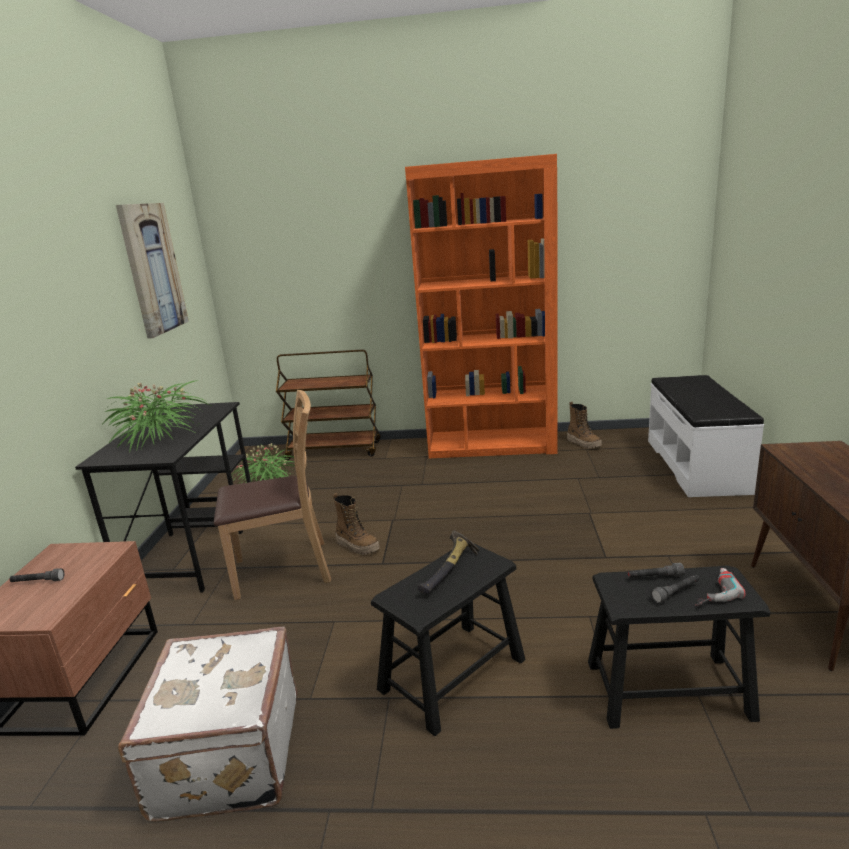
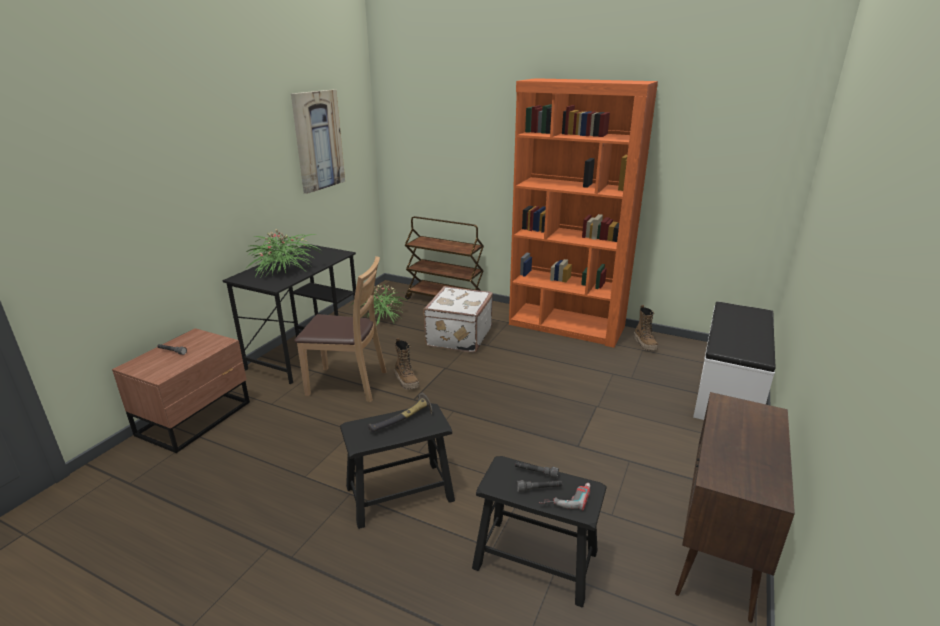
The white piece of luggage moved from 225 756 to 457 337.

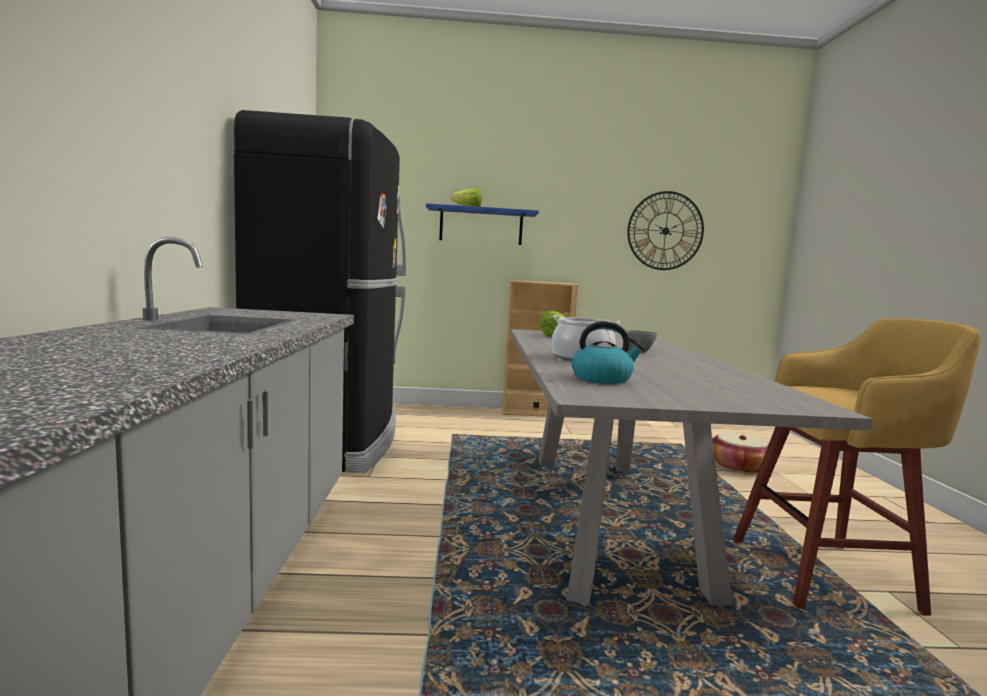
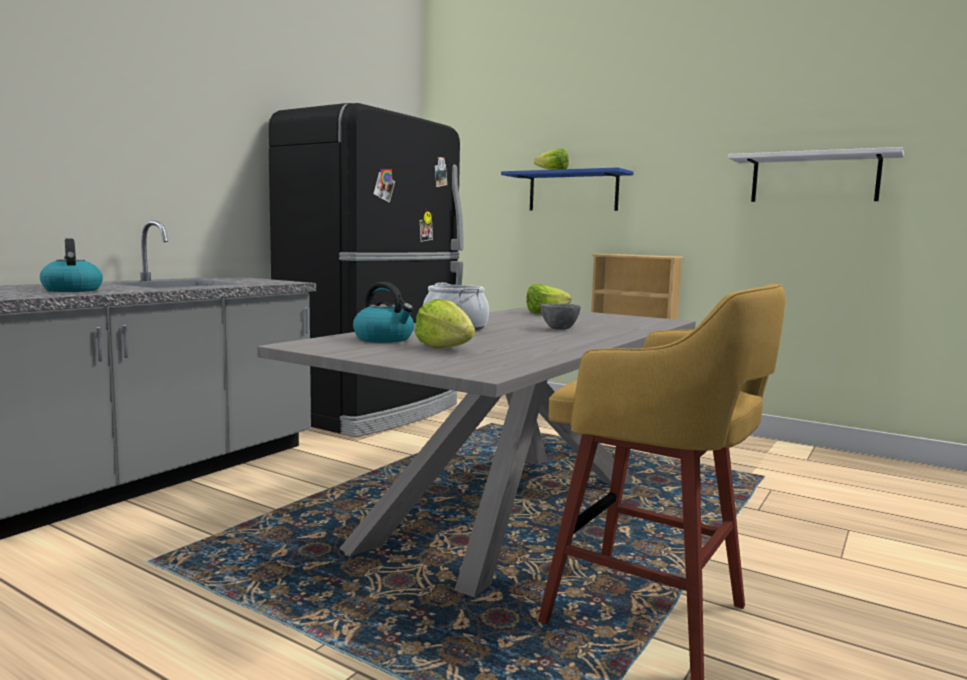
The water kettle at 72 290 appeared.
The head of lettuce at 445 348 appeared.
The hanging clock at 665 231 was replaced by the white wall shelf at 814 178.
The storage basket at 738 466 disappeared.

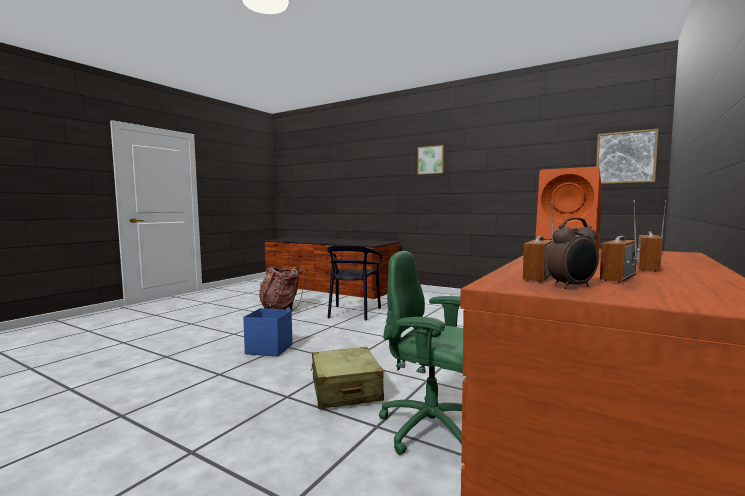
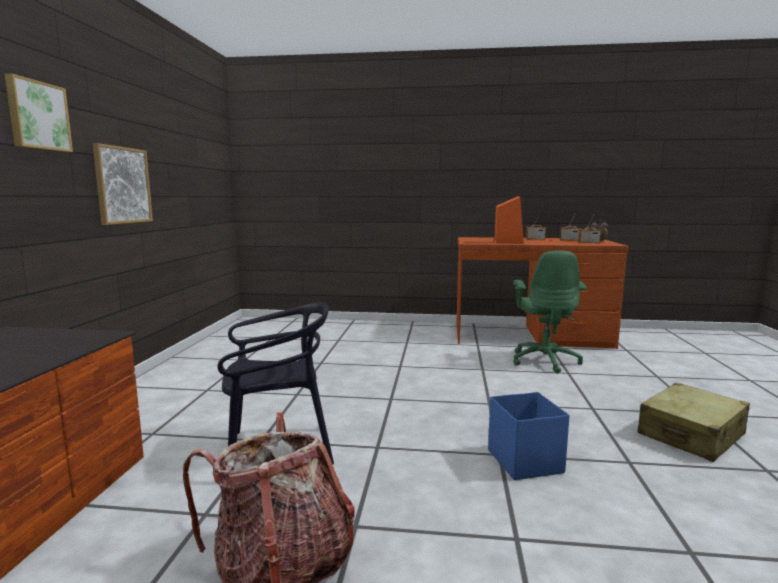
The picture moved from 625 157 to 122 185.
The beige-coloured piece of luggage moved from 345 390 to 691 435.

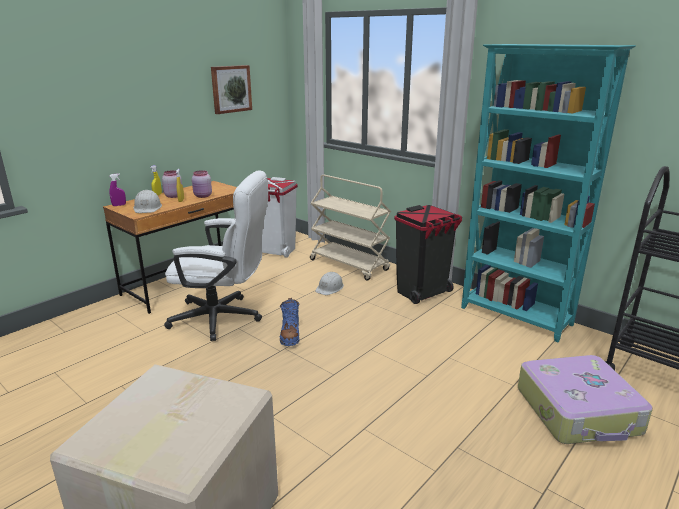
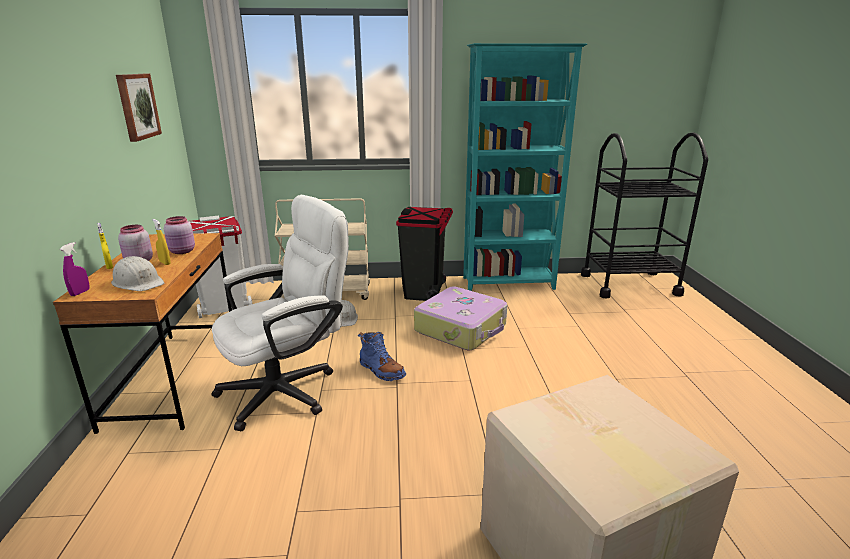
The piece of luggage moved from 578 411 to 461 328.

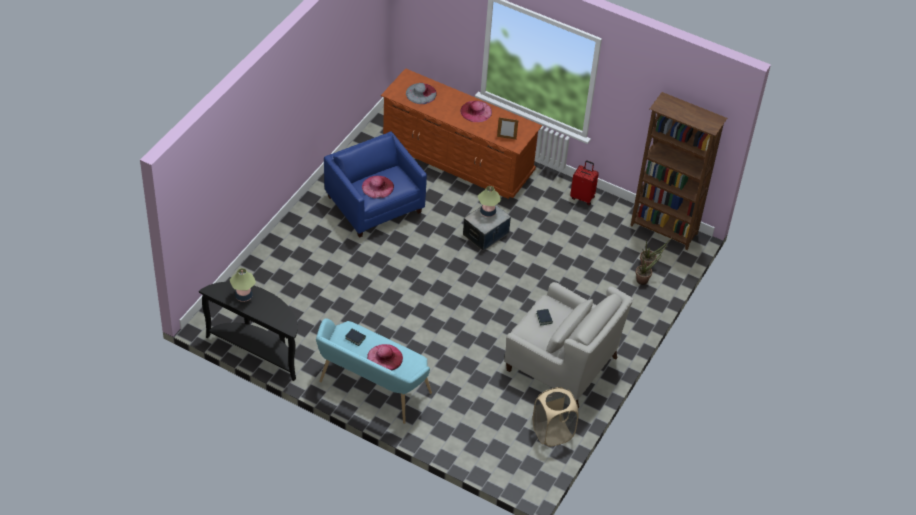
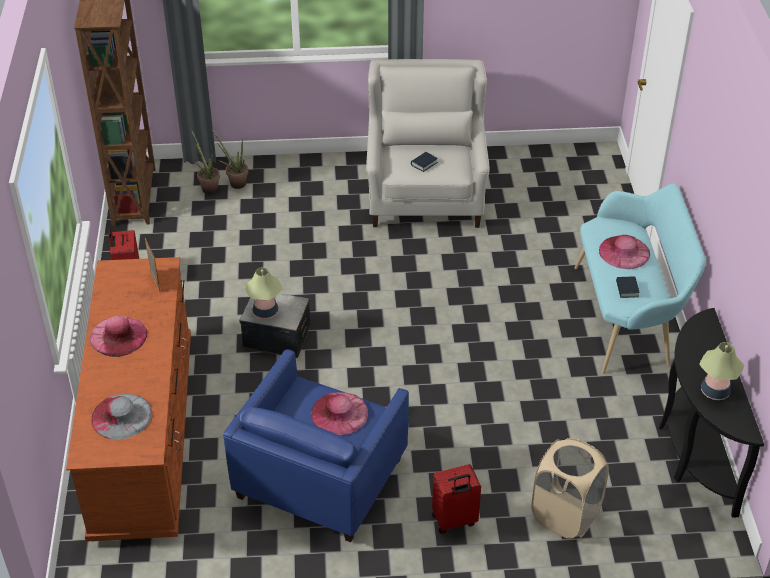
The reddish piece of luggage at 454 521 appeared.
The beige-coloured washing basket moved from 552 433 to 565 515.

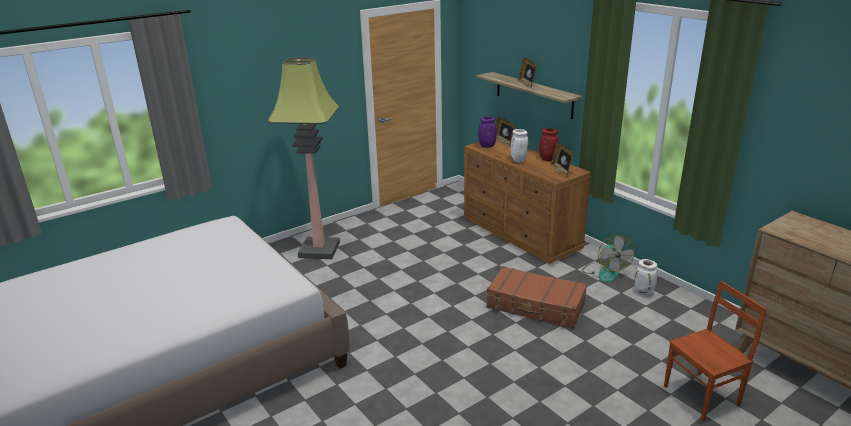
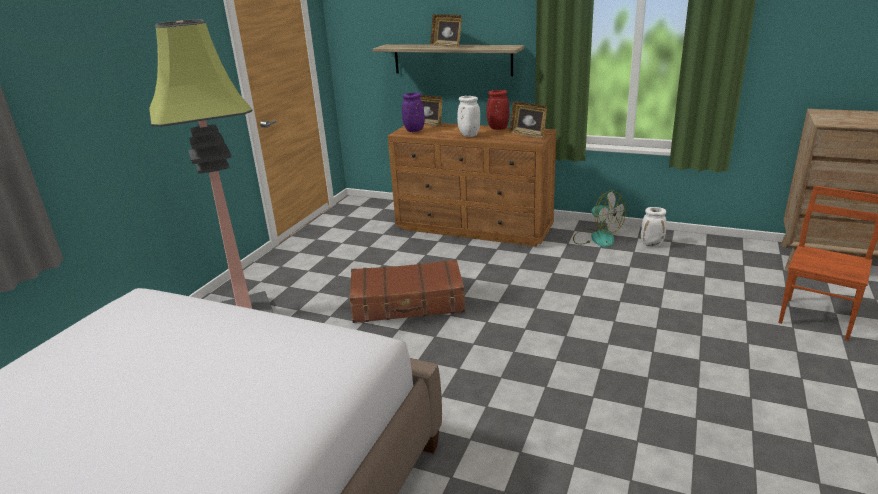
The brown piece of luggage moved from 535 306 to 408 303.

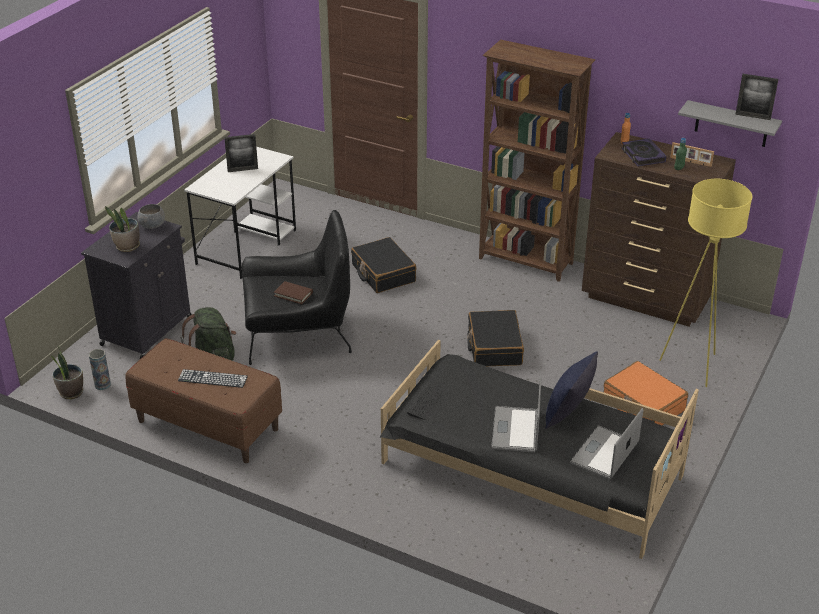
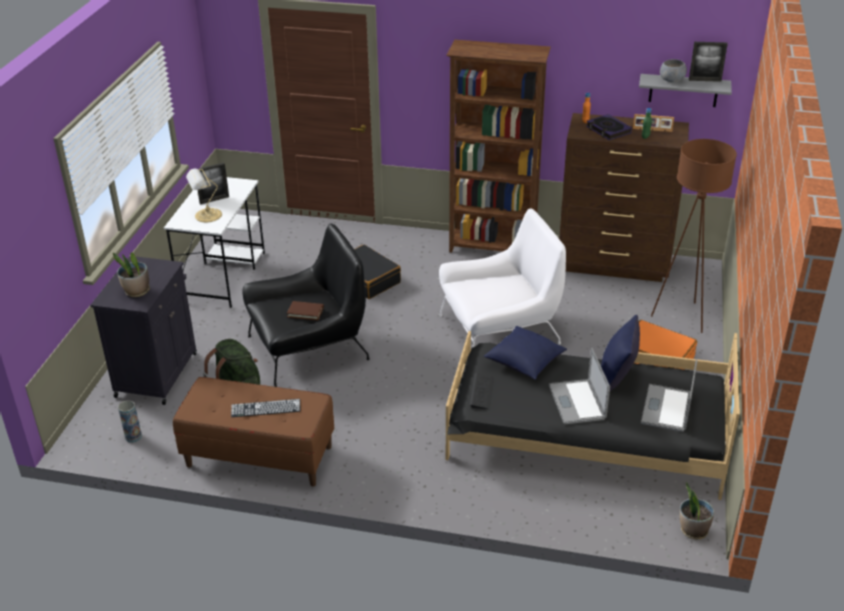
The table lamp at 207 215 appeared.
The blackish piece of luggage at 494 347 was replaced by the white lounge chair at 500 330.
The bluish throw pillow at 524 363 appeared.
The yellowish floor lamp at 692 366 became the brown floor lamp at 681 317.
The gray deep dish moved from 152 225 to 671 80.
The plant in a pot moved from 71 392 to 693 530.

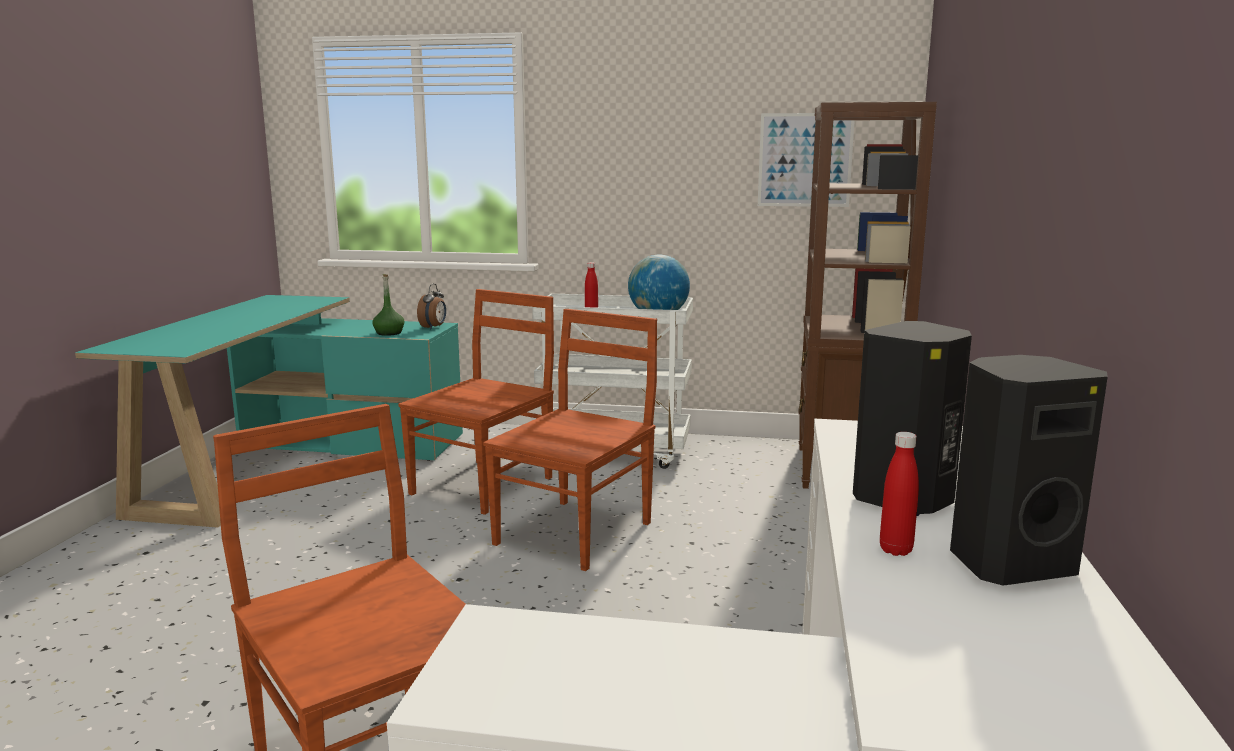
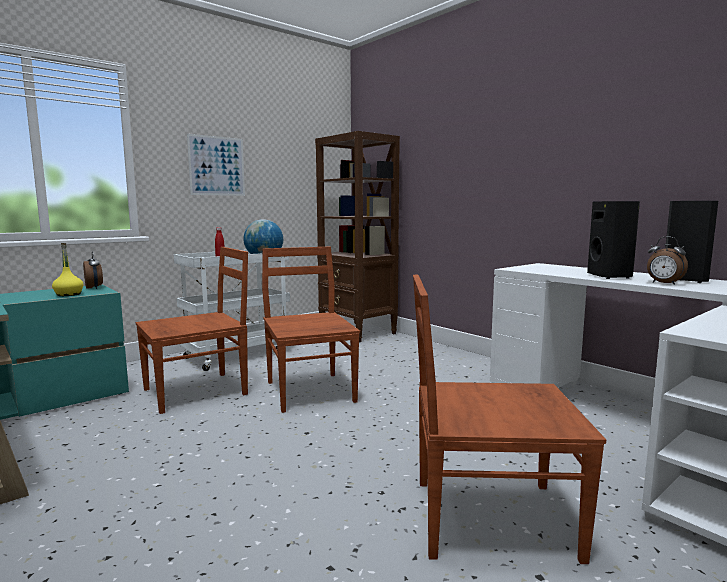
The greenish bottle at 389 333 became the yellowish bottle at 68 294.
The brown chair at 485 484 turned 75 degrees clockwise.
The picture moved from 805 160 to 217 166.
The reddish bottle at 895 550 was replaced by the bedside clock at 663 283.

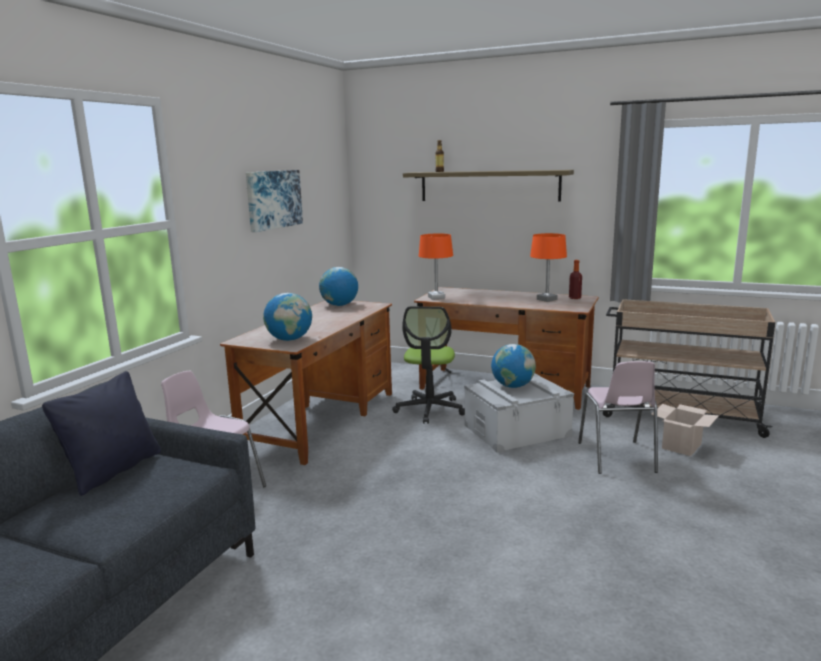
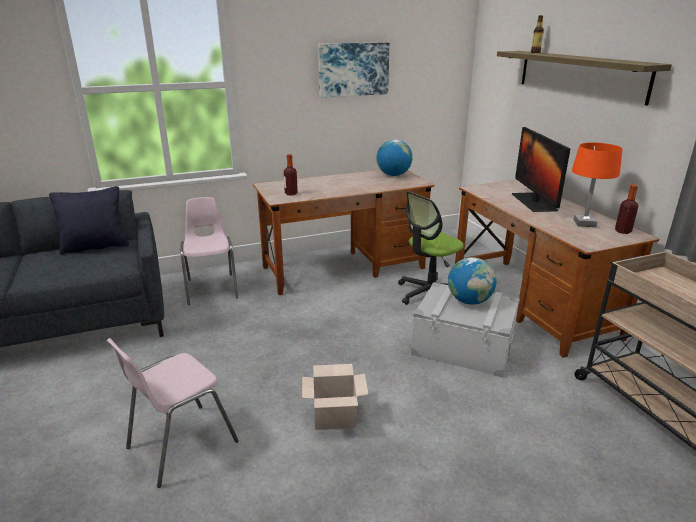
The pink chair moved from 616 457 to 180 444.
The desk globe at 289 339 was replaced by the bottle at 291 194.
The carton moved from 681 445 to 336 416.
The monitor at 533 202 appeared.
The orange table lamp at 436 297 disappeared.

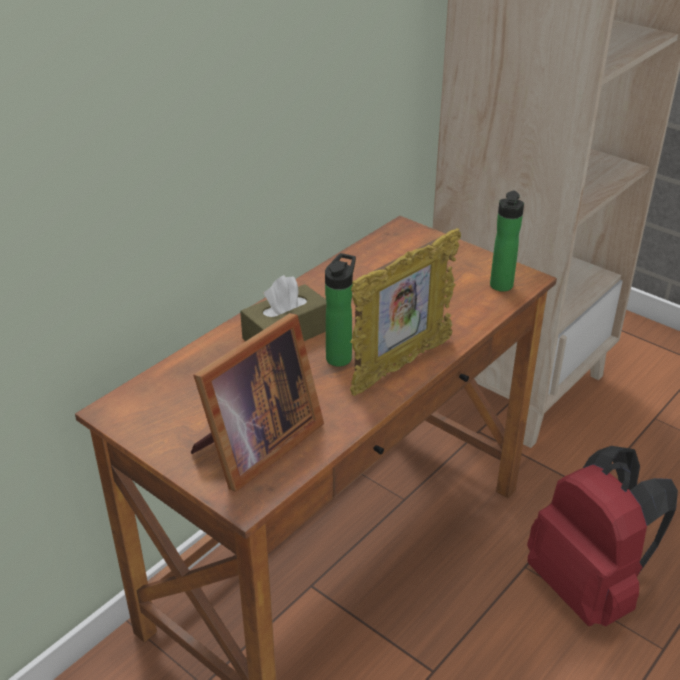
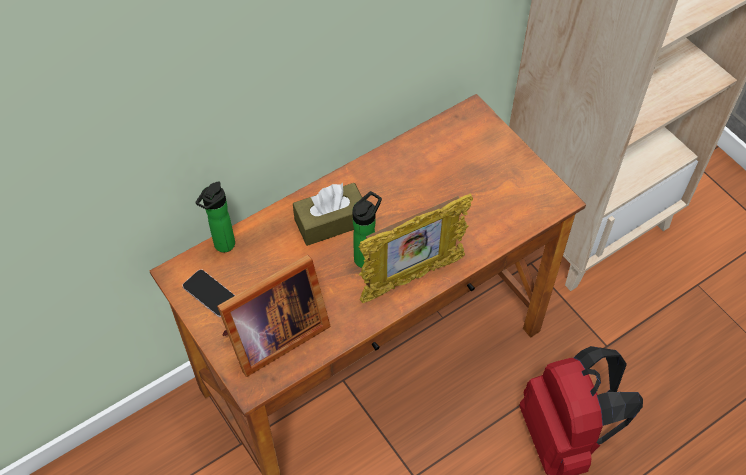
The handset at 210 293 appeared.
The bottle moved from 501 287 to 222 246.

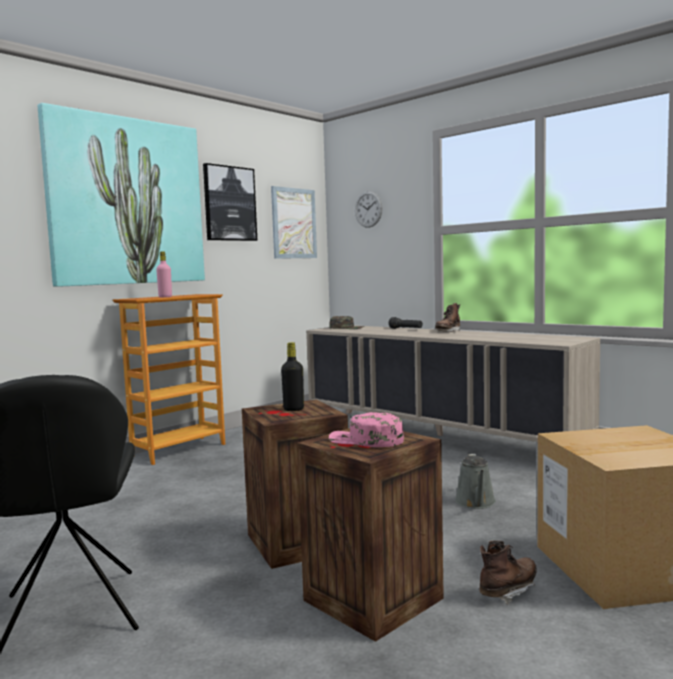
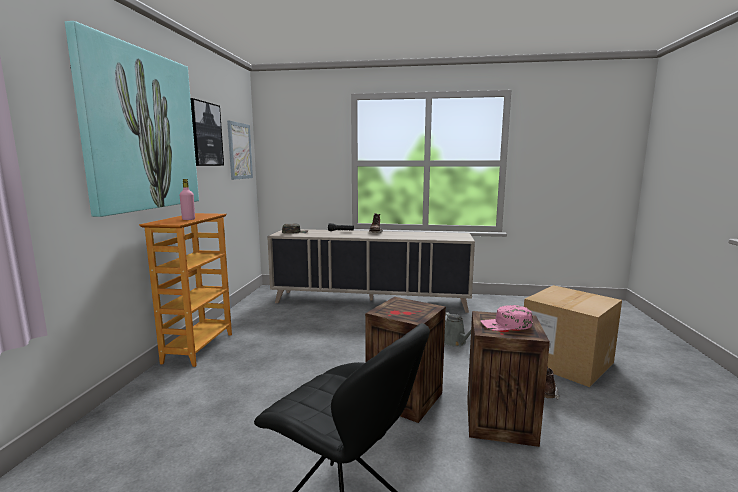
The blackish bottle at 293 409 disappeared.
The hanging clock at 368 209 disappeared.

